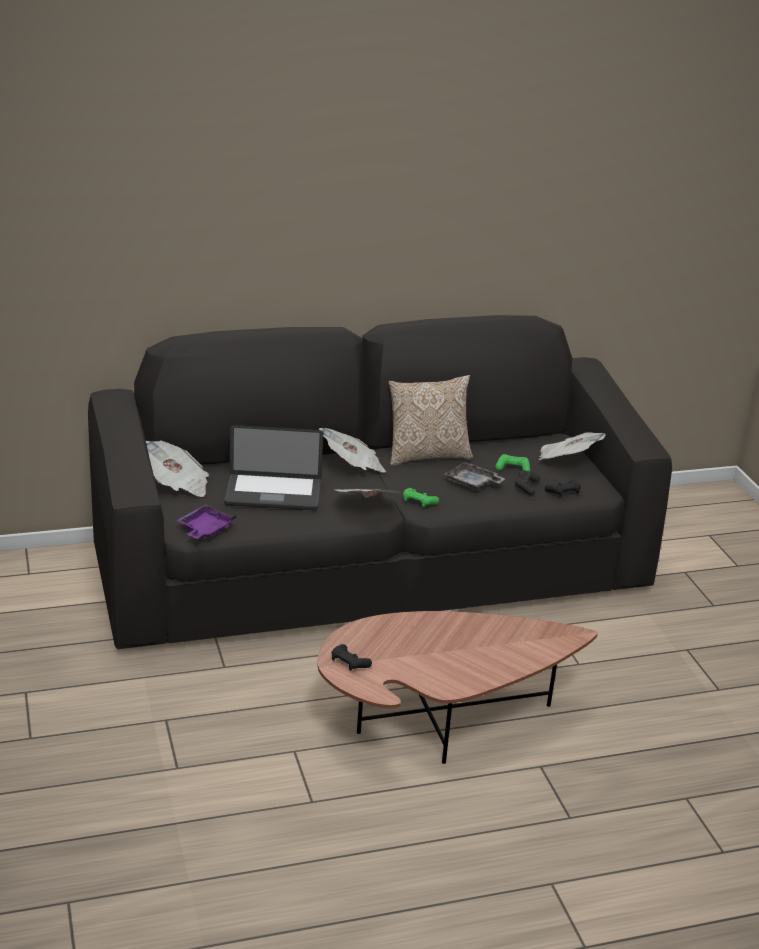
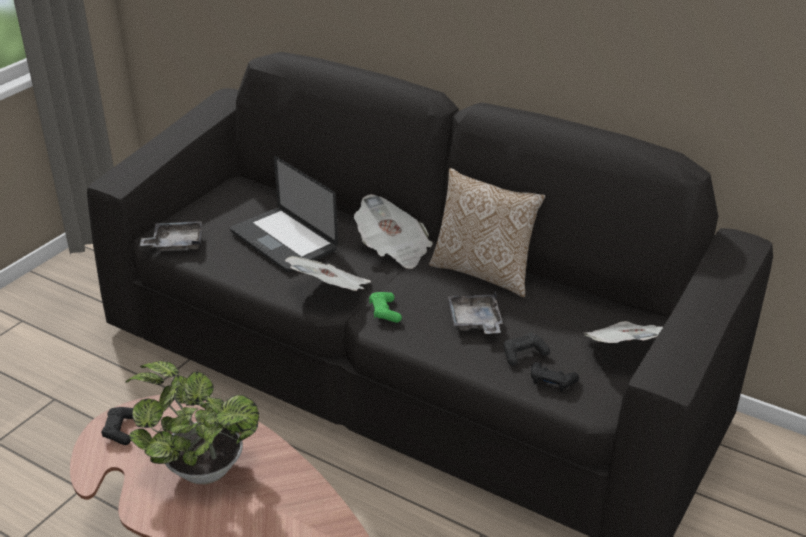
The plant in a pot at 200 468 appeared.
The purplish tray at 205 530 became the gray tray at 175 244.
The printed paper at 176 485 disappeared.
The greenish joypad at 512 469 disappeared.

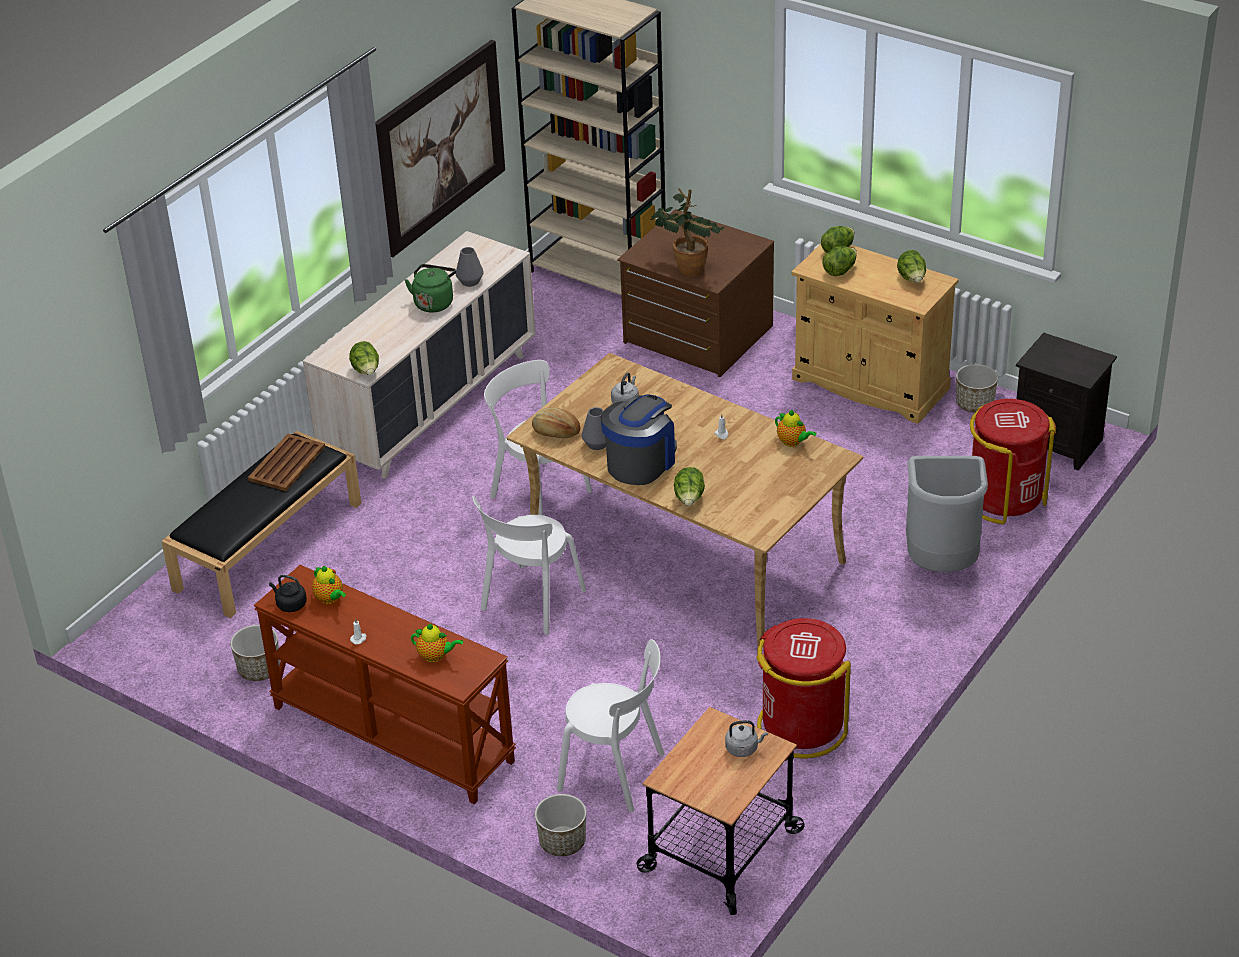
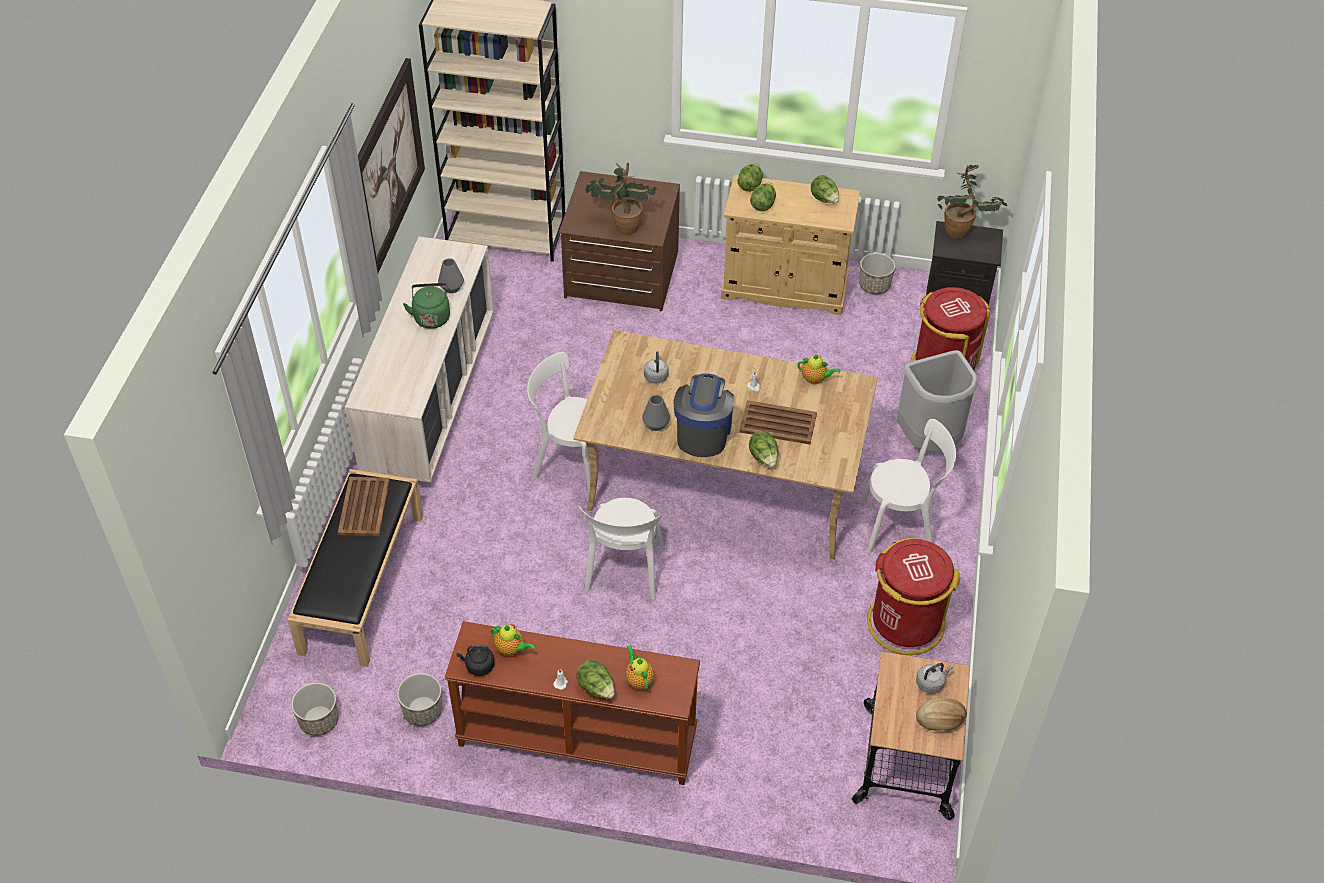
The planter moved from 562 842 to 319 720.
The head of lettuce moved from 366 371 to 596 688.
The tea pot at 436 656 turned 105 degrees counterclockwise.
The brown tray at 778 423 appeared.
The white chair moved from 616 773 to 901 525.
The bread moved from 556 432 to 940 720.
The plant in a pot at 962 233 appeared.

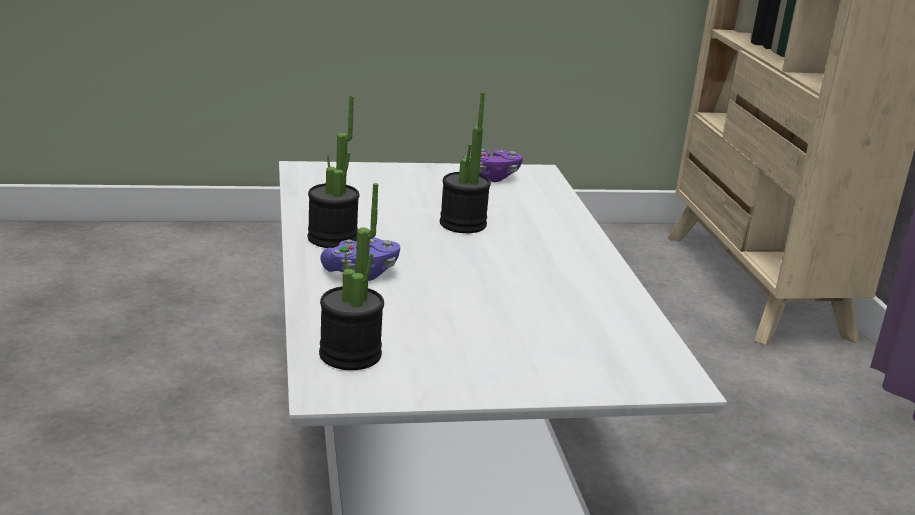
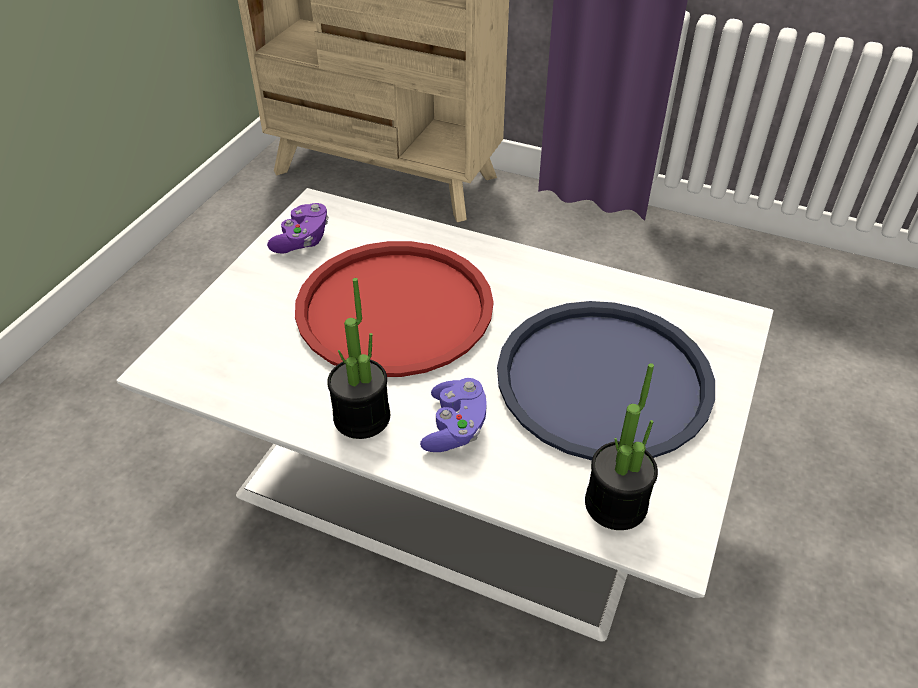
The plant in a pot at 463 224 was replaced by the reddish tray at 395 308.
The bluish tray at 604 380 appeared.

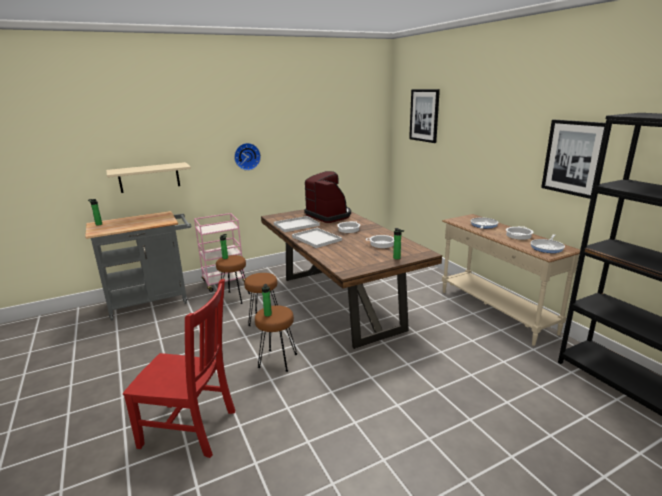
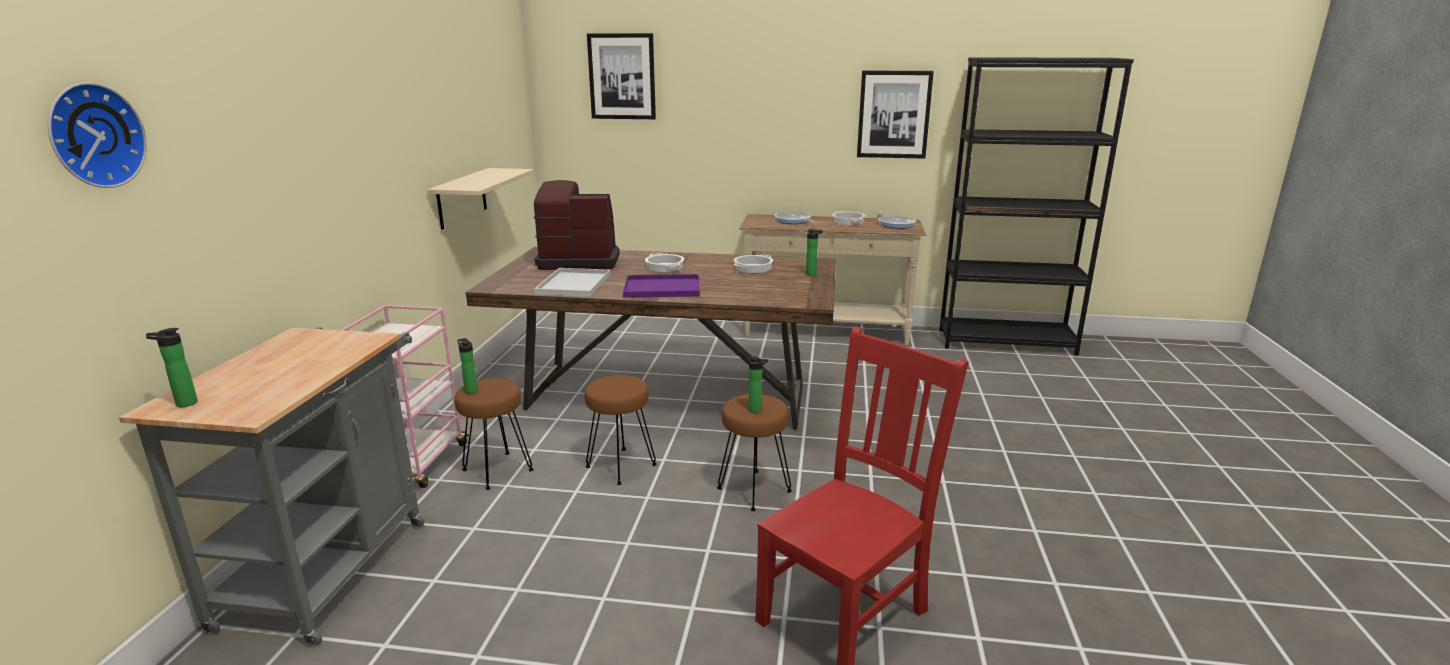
The hanging clock moved from 247 156 to 92 135.
The beige-coloured wall shelf moved from 149 177 to 462 198.
The white tray at 317 238 became the purplish tray at 664 287.

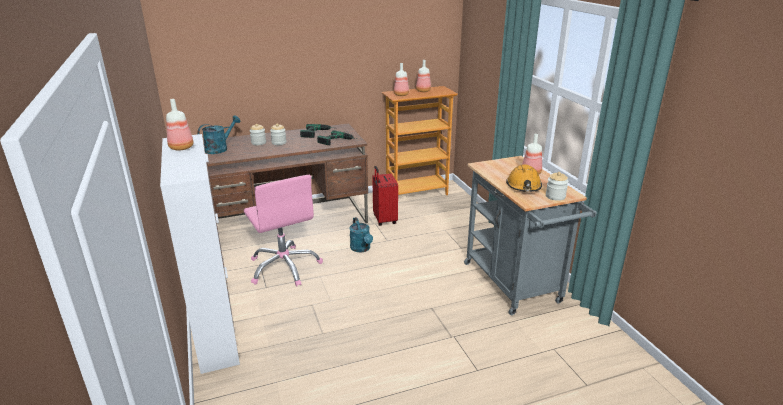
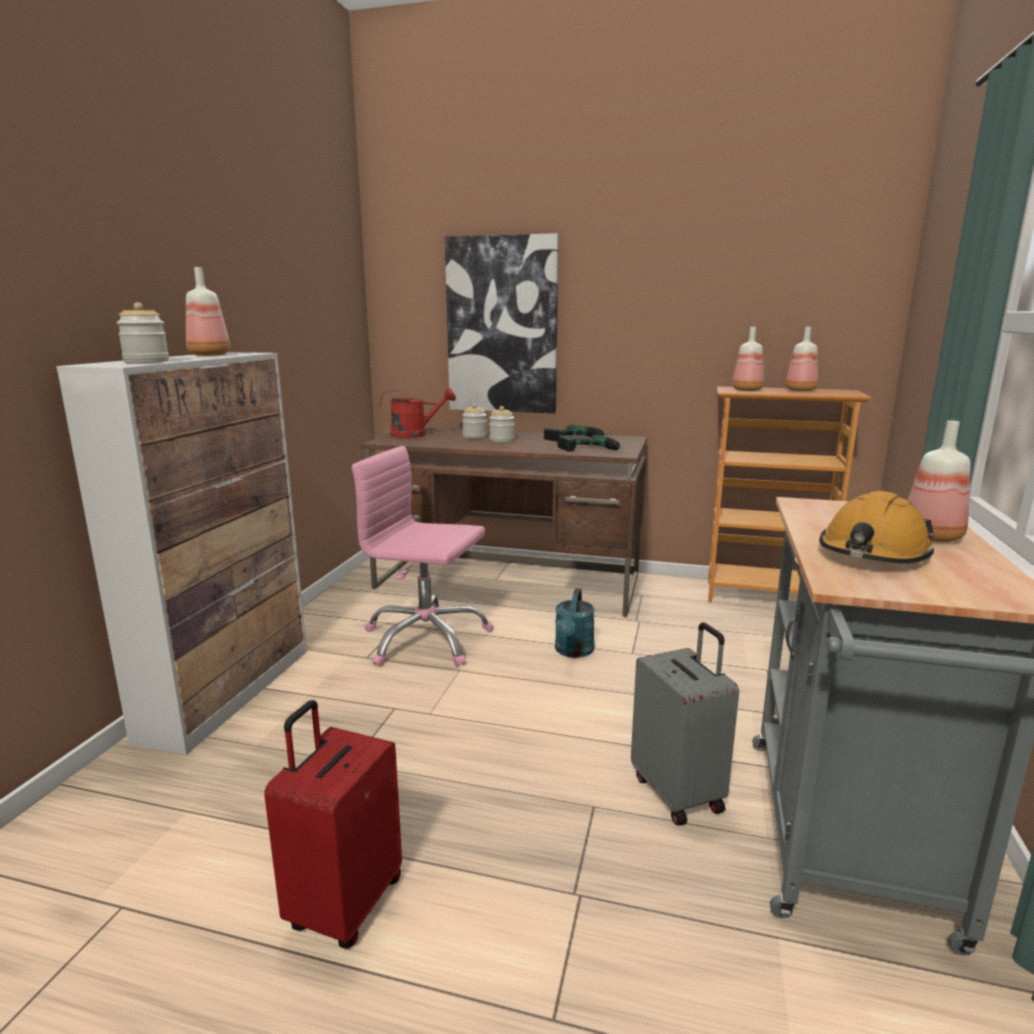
The preserve jar moved from 555 196 to 146 361.
The reddish piece of luggage moved from 384 220 to 344 904.
The pink computer chair at 284 267 turned 105 degrees clockwise.
The turquoise-coloured watering pot at 220 148 became the reddish watering pot at 415 435.
The picture at 502 326 appeared.
The gray piece of luggage at 679 793 appeared.

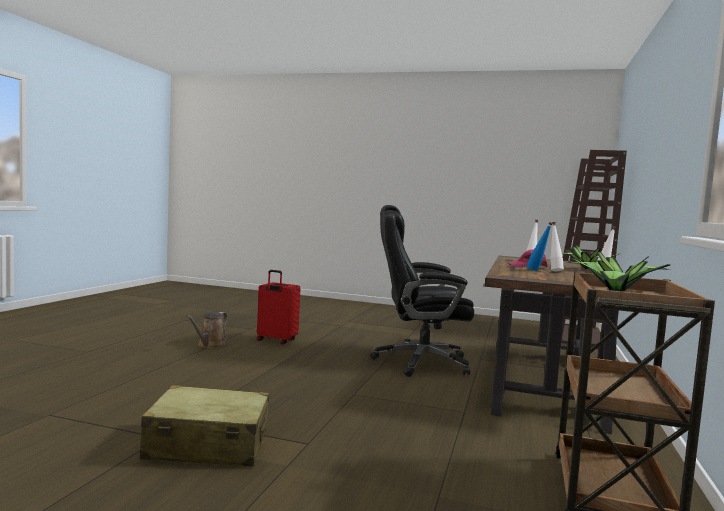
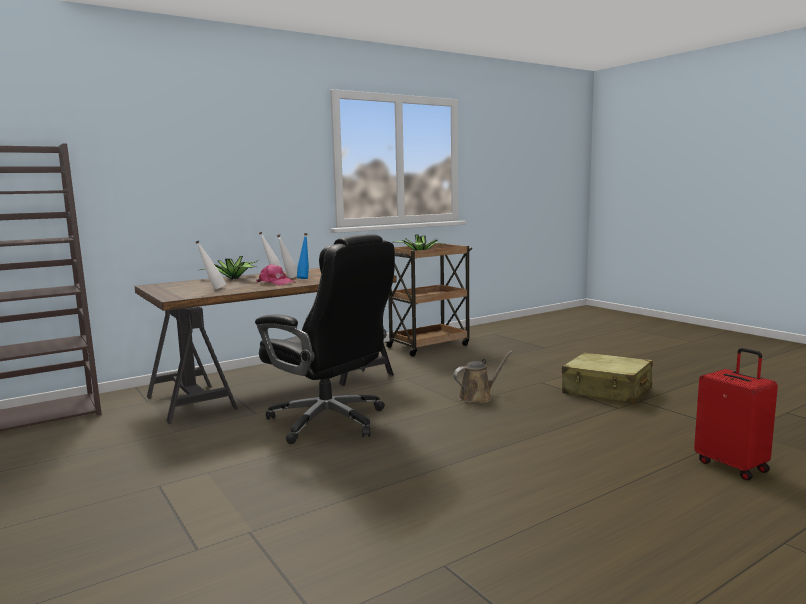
The brown watering pot moved from 210 345 to 478 397.
The reddish piece of luggage moved from 276 341 to 732 466.

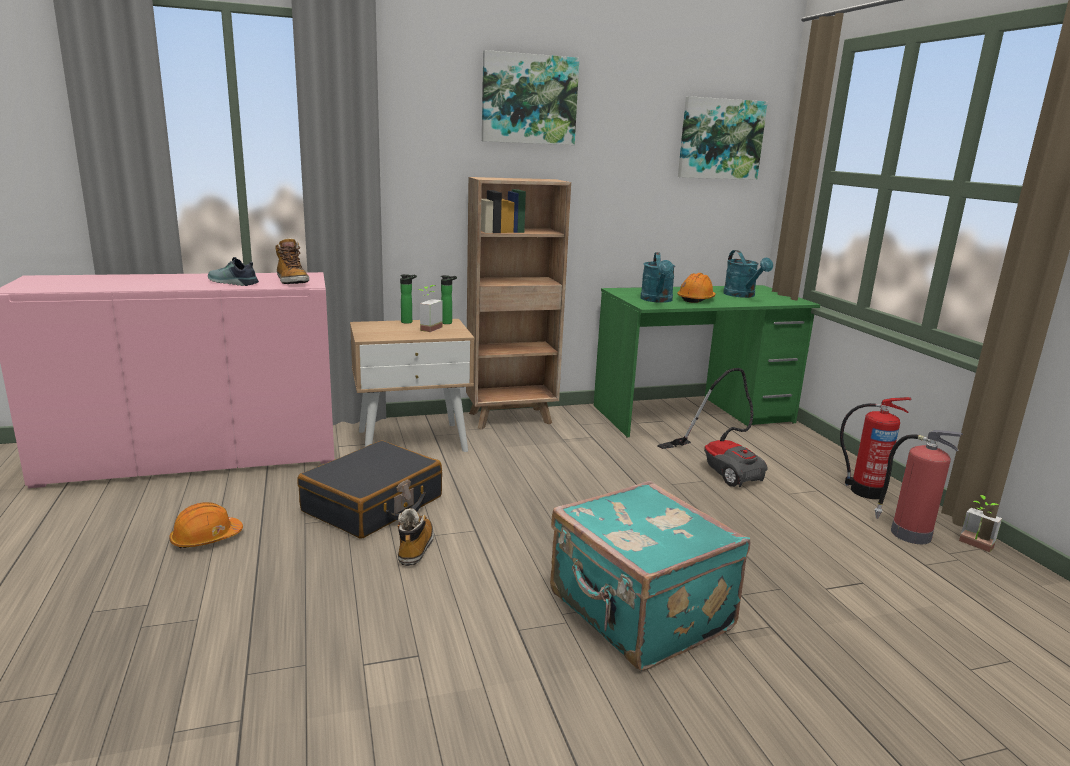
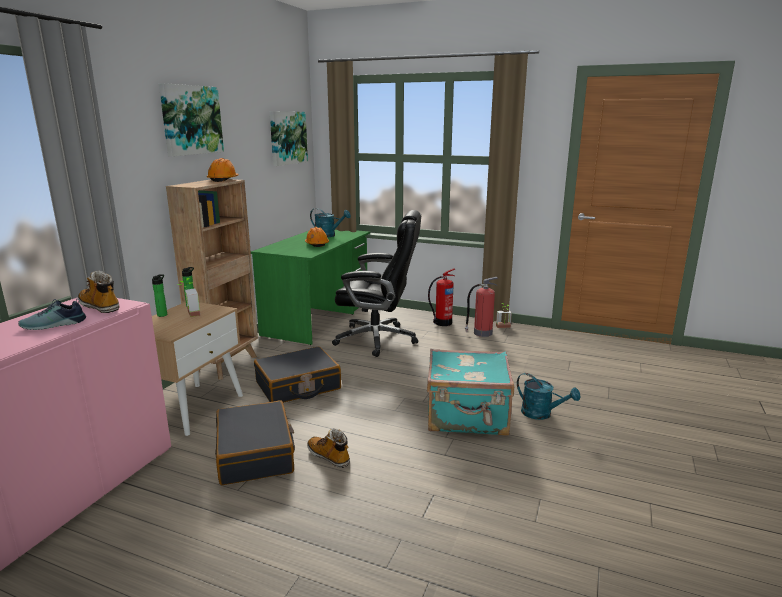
The boot at 292 281 turned 150 degrees counterclockwise.
The orange work helmet moved from 206 538 to 223 180.
The blackish piece of luggage at 298 386 appeared.
The vacuum cleaner at 720 467 was replaced by the blackish computer chair at 378 339.
The turquoise-coloured watering pot moved from 657 300 to 541 414.

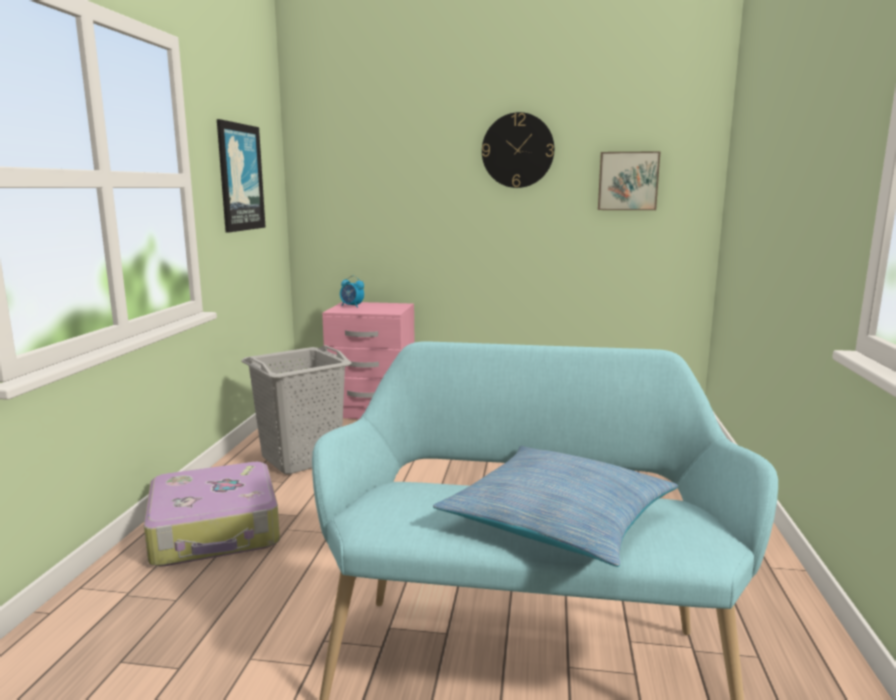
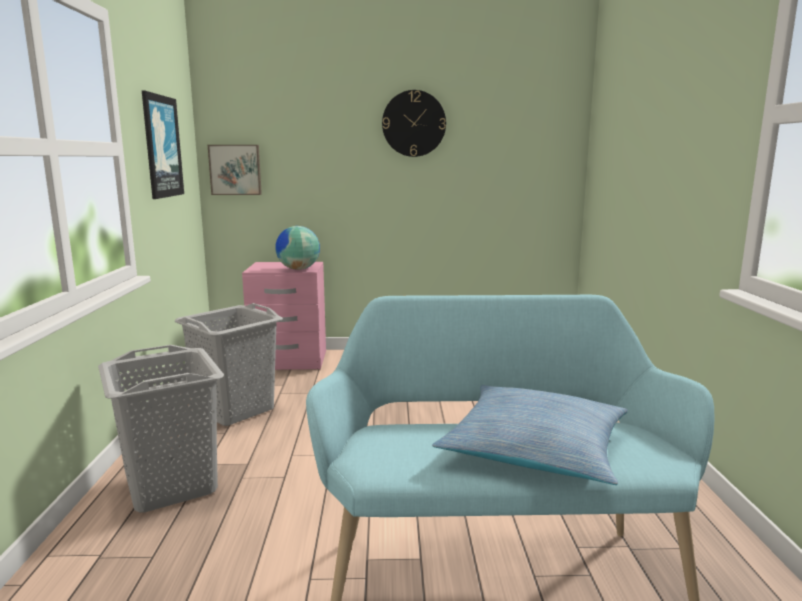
The piece of luggage at 216 530 was replaced by the gray washing basket at 172 485.
The picture moved from 628 181 to 235 169.
The desk globe at 298 269 appeared.
The bedside clock at 352 306 disappeared.

